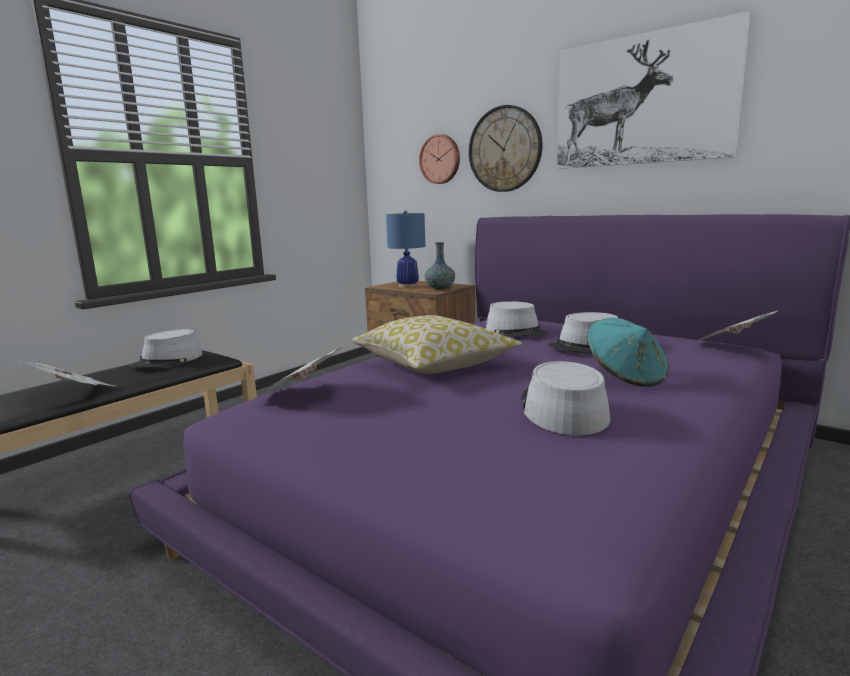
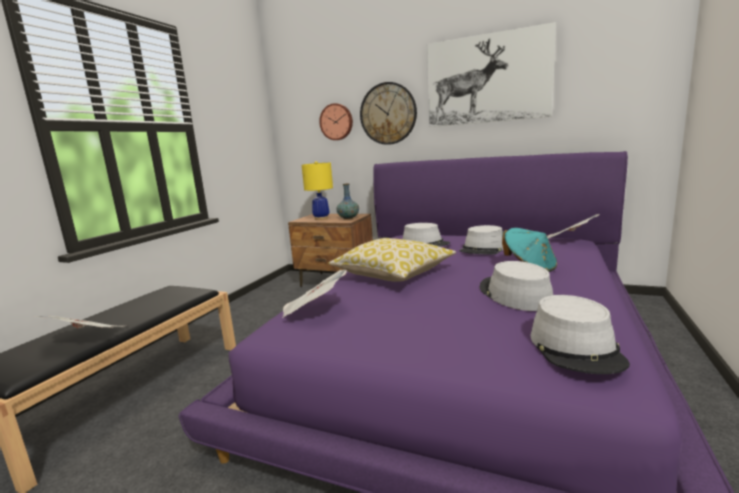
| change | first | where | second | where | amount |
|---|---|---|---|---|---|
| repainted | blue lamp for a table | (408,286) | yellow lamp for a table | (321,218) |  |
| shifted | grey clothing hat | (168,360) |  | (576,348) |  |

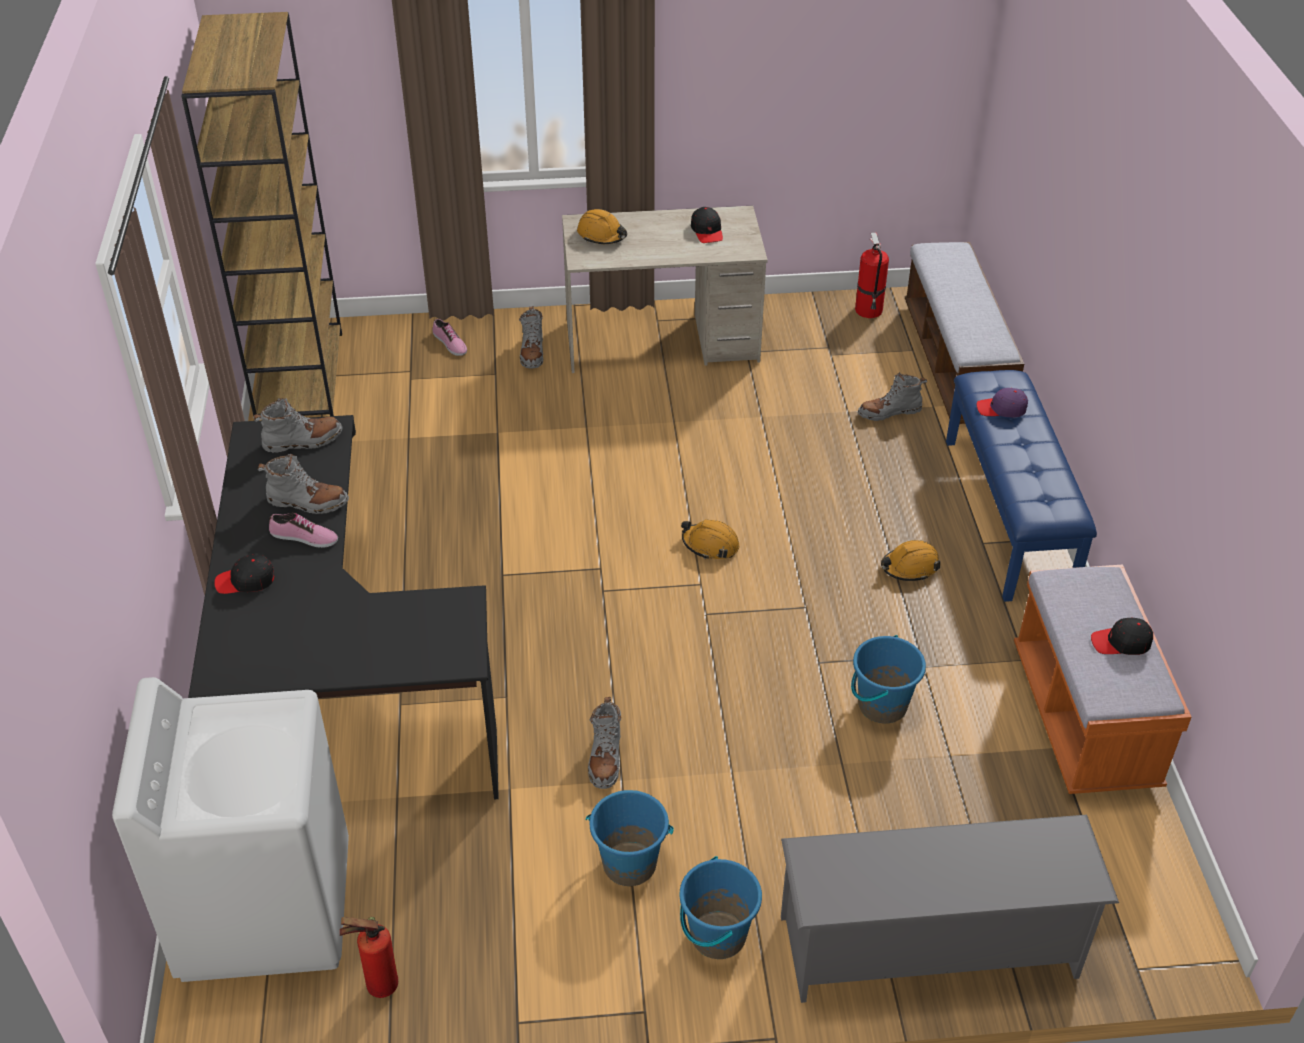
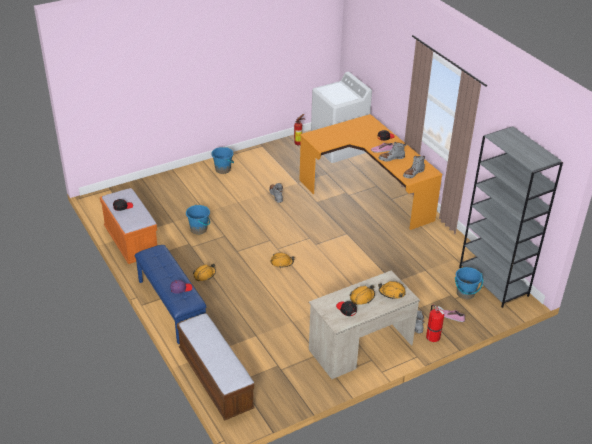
| change | first | where | second | where | amount |
|---|---|---|---|---|---|
| repainted | brown bookcase | (299,378) | grey bookcase | (494,282) |  |
| shifted | extinguisher | (869,311) |  | (432,336) |  |
| gone | grey high-top boot | (889,412) |  |  |  |
| repainted | blackish desk | (336,685) | orange desk | (368,192) |  |
| shifted | blue bucket | (629,864) |  | (465,293) |  |
| gone | grey shoe stand | (929,947) |  |  |  |
| new |  |  | orange work helmet | (362,297) |  |

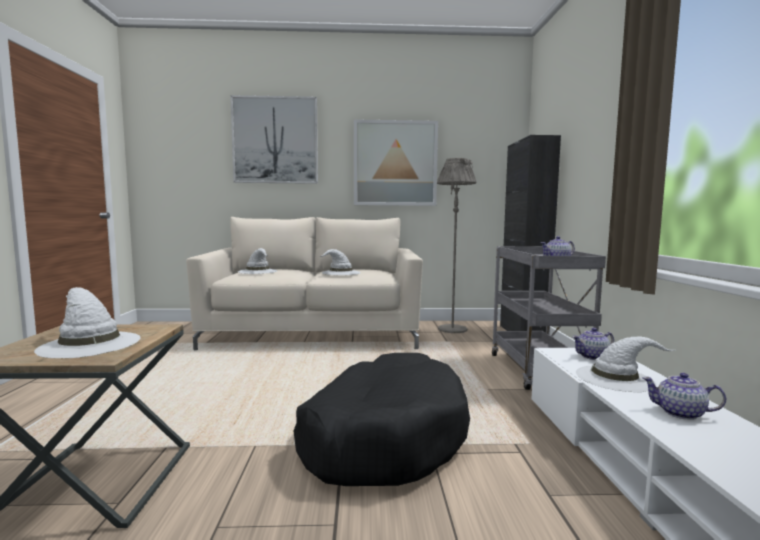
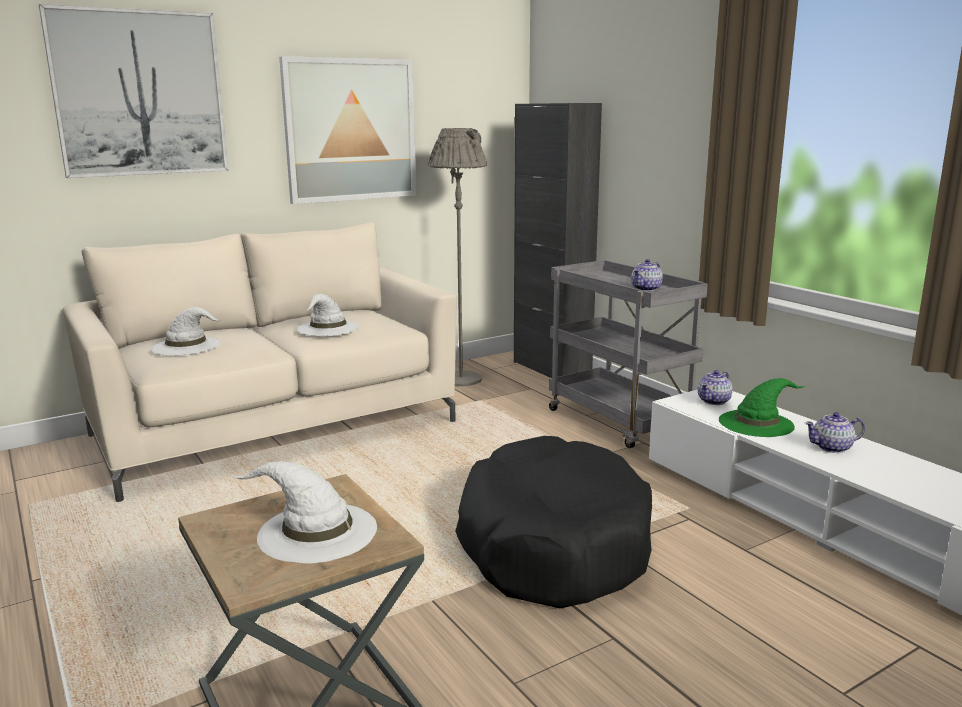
| change | first | where | second | where | amount |
|---|---|---|---|---|---|
| repainted | white clothing hat | (615,378) | greenish clothing hat | (757,423) |  |

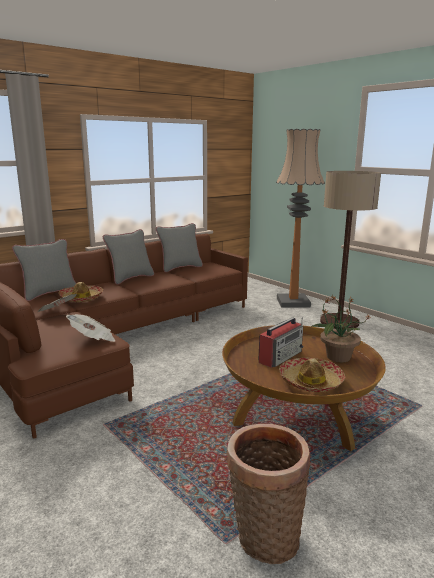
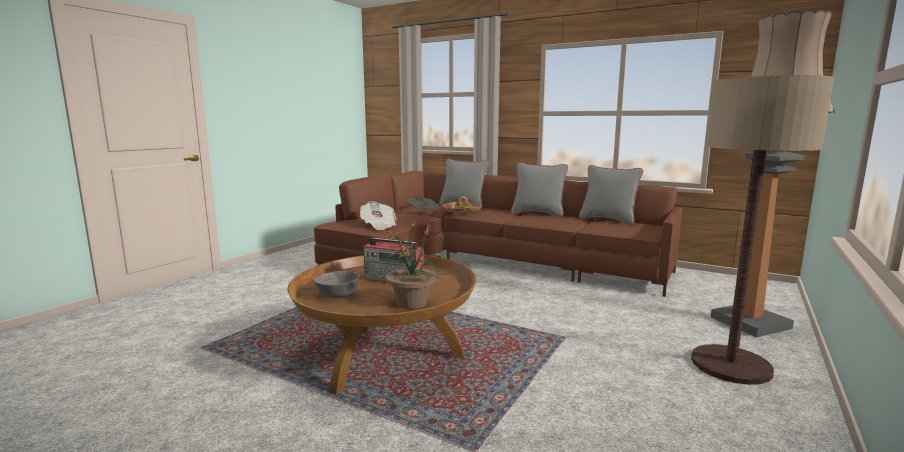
| change | first | where | second | where | amount |
|---|---|---|---|---|---|
| swapped | clothing hat | (310,382) | grey bowl | (338,294) |  |
| gone | basket | (264,538) |  |  |  |

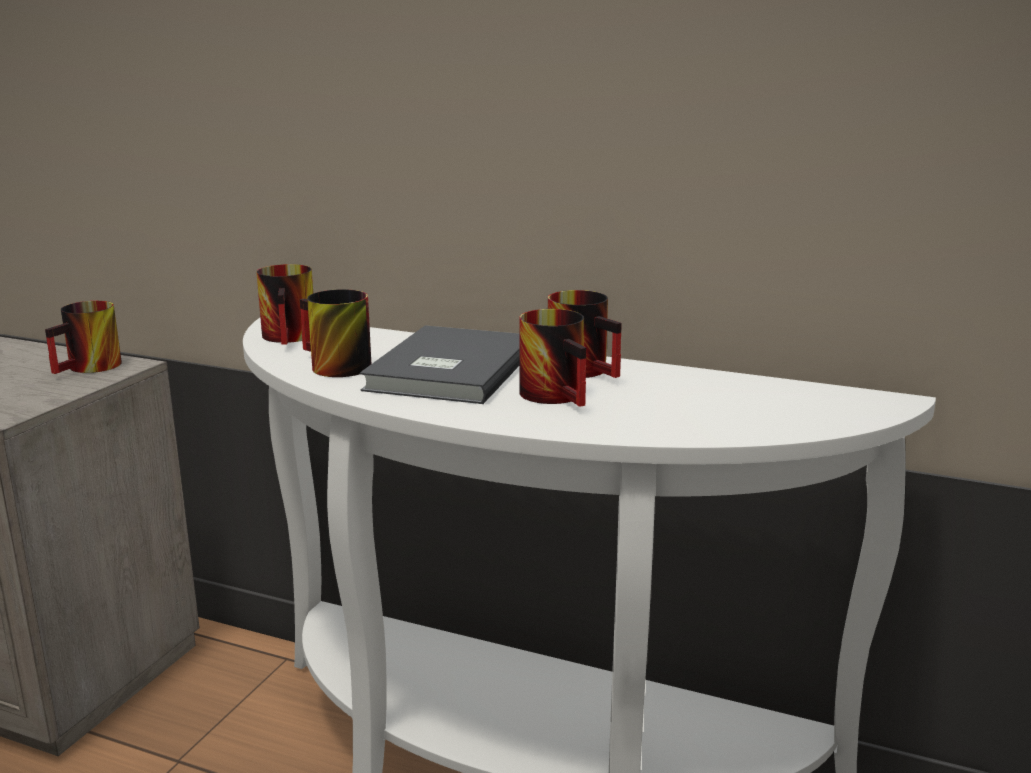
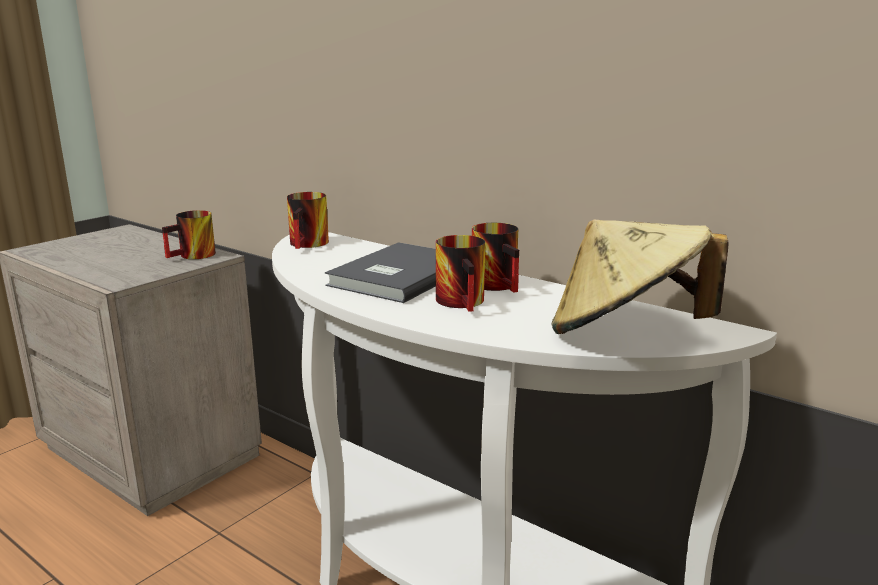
| change | first | where | second | where | amount |
|---|---|---|---|---|---|
| gone | tea mug | (330,366) |  |  |  |
| new |  |  | sand-coloured clothing hat | (625,332) |  |

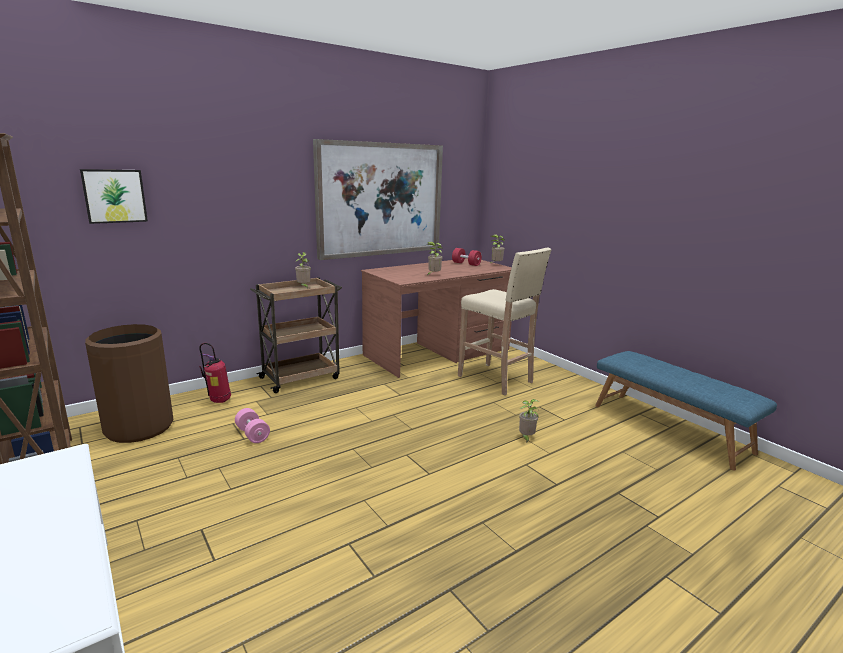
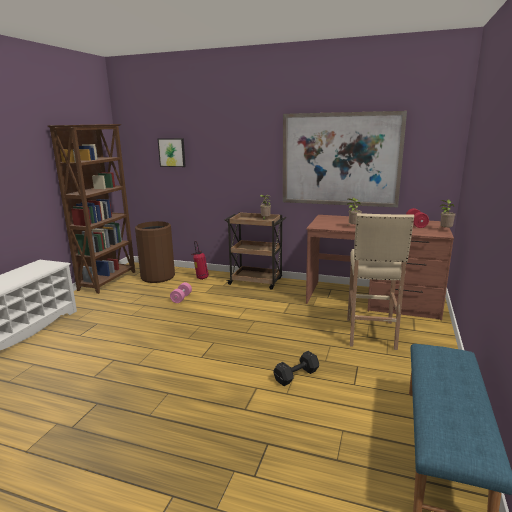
| change | first | where | second | where | amount |
|---|---|---|---|---|---|
| swapped | potted plant | (526,438) | blackish dumbbell | (295,376) |  |

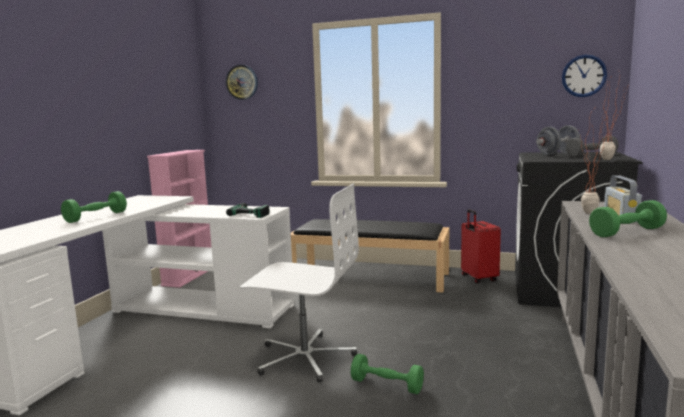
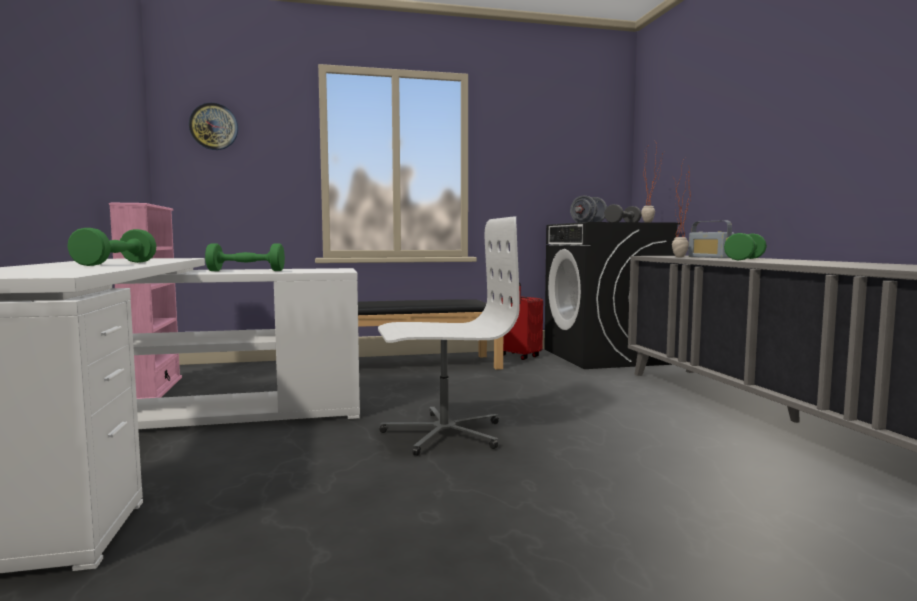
| change | first | where | second | where | amount |
|---|---|---|---|---|---|
| gone | wall clock | (583,76) |  |  |  |
| gone | drill | (253,212) |  |  |  |
| shifted | greenish dumbbell | (387,385) |  | (246,271) |  |

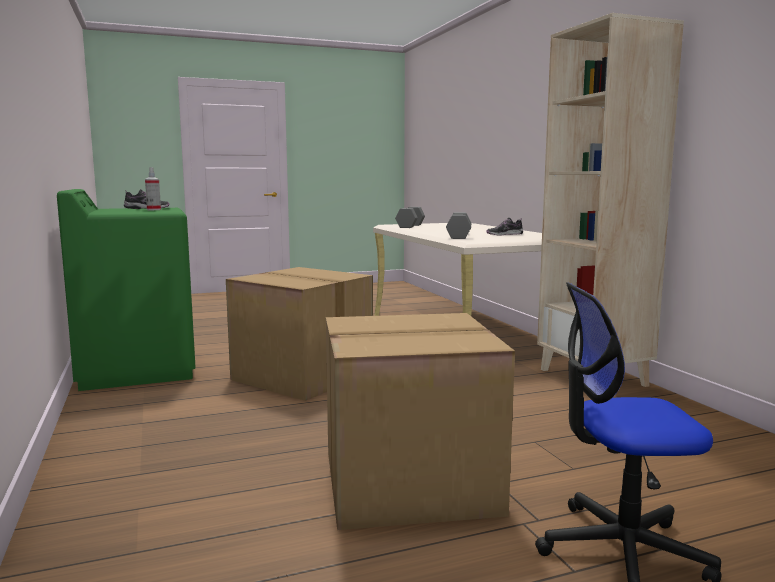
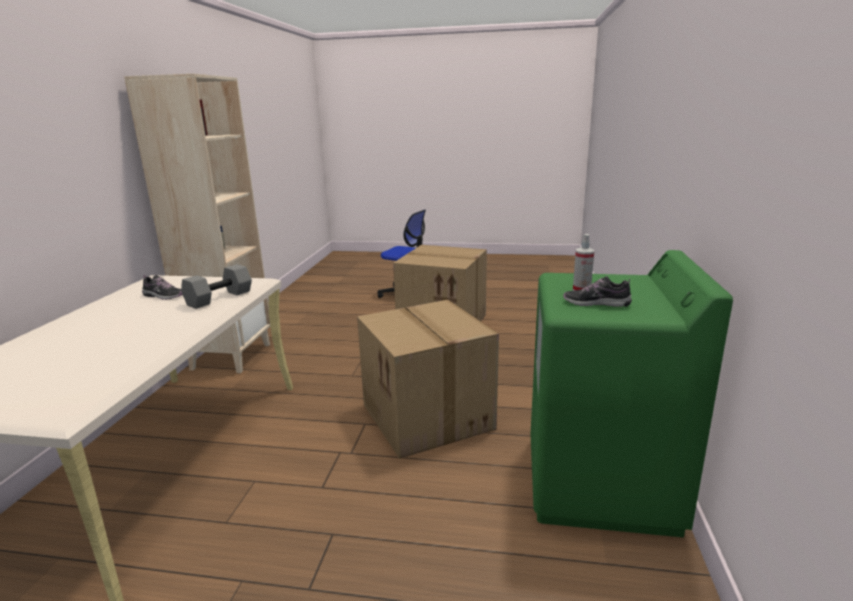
| change | first | where | second | where | amount |
|---|---|---|---|---|---|
| gone | grey dumbbell | (411,226) |  |  |  |

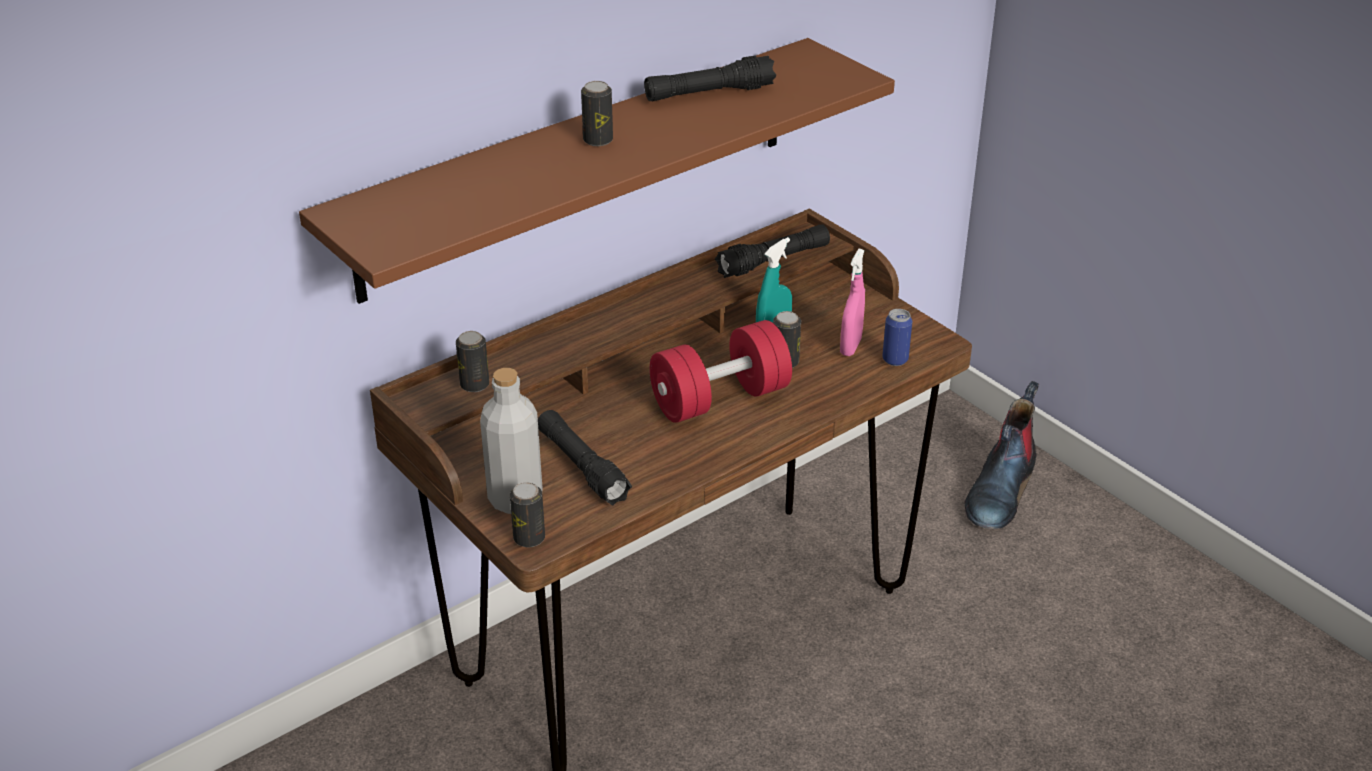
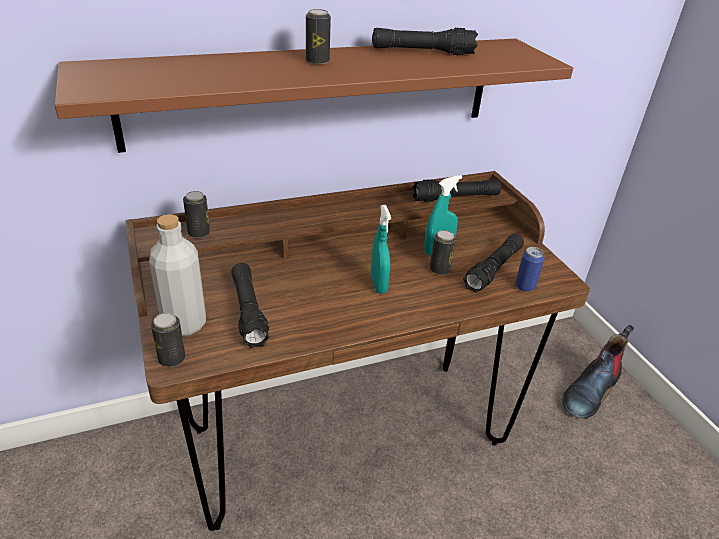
| change | first | where | second | where | amount |
|---|---|---|---|---|---|
| swapped | pink-coloured sprayer | (850,347) | blackish hand torch | (493,269) |  |
| swapped | red dumbbell | (720,399) | turquoise-coloured sprayer | (378,285) |  |

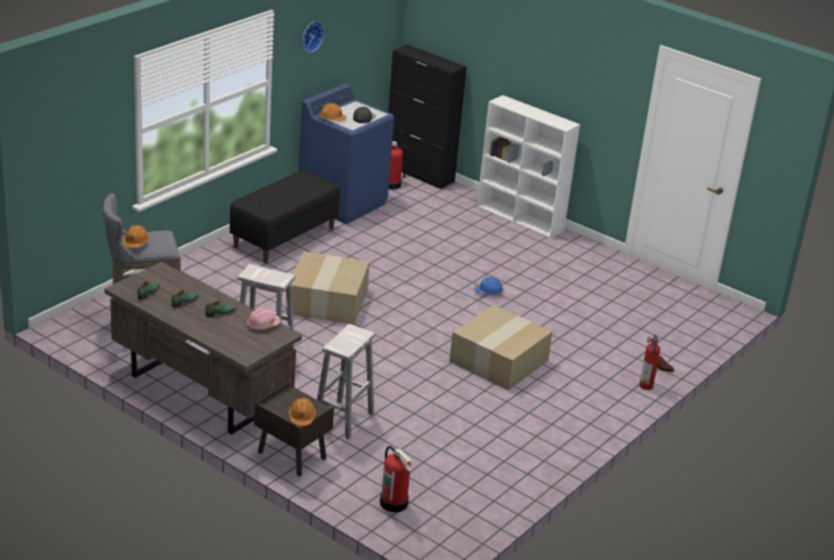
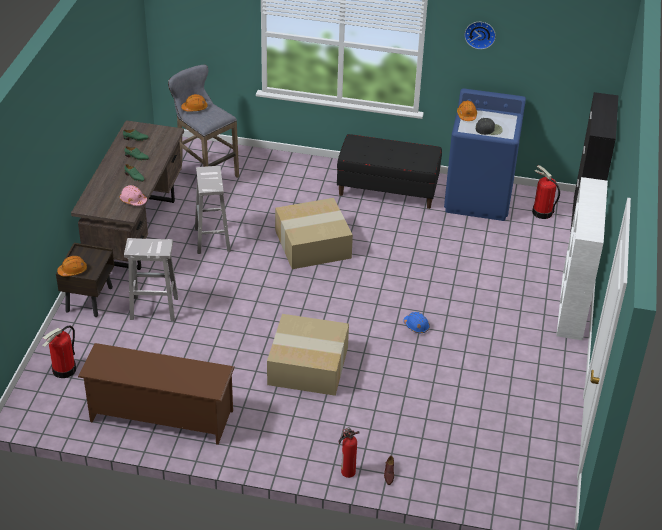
| change | first | where | second | where | amount |
|---|---|---|---|---|---|
| new |  |  | brown shoe stand | (160,416) |  |

